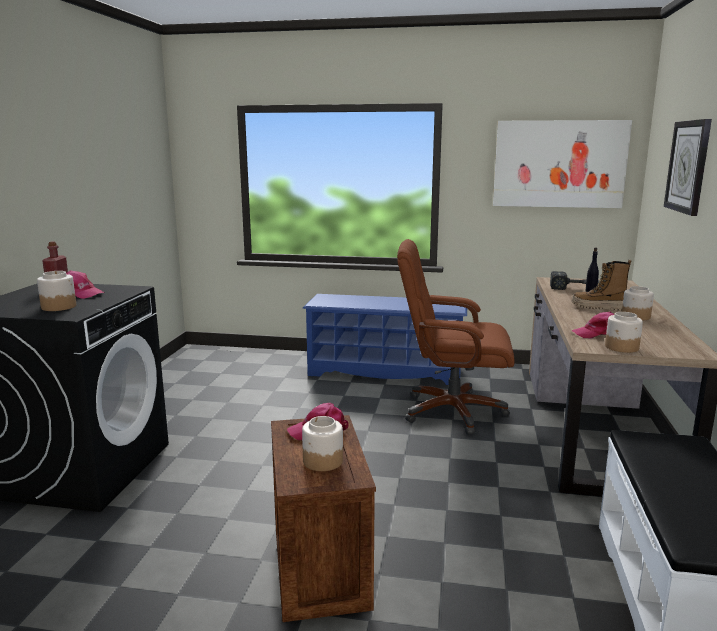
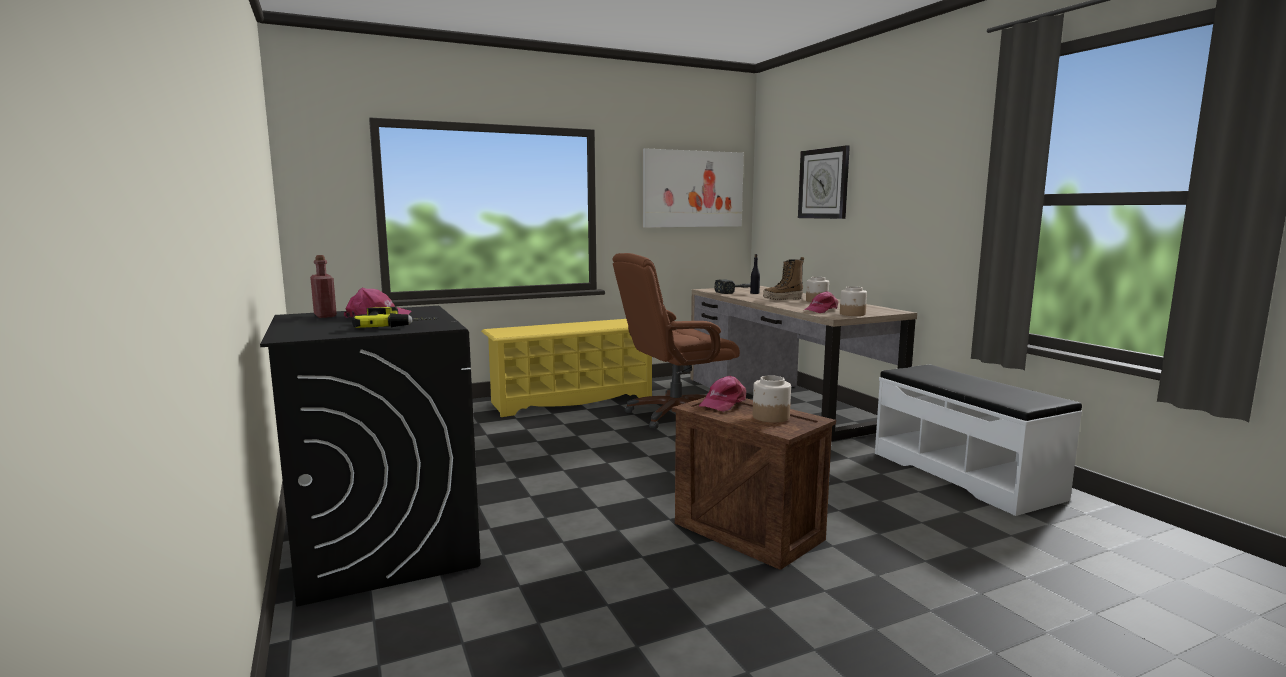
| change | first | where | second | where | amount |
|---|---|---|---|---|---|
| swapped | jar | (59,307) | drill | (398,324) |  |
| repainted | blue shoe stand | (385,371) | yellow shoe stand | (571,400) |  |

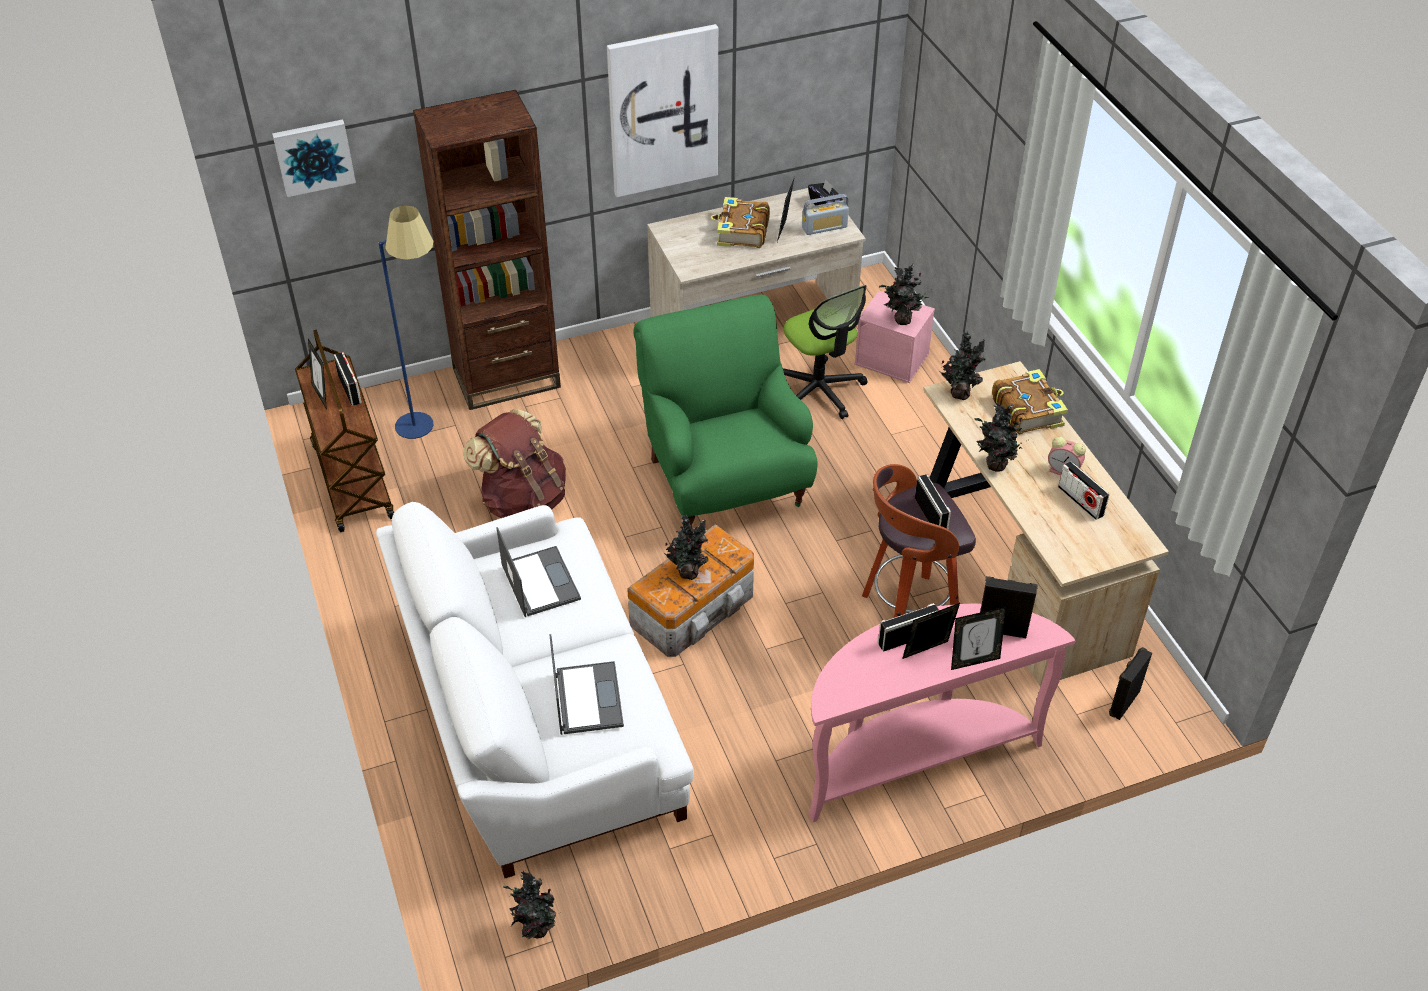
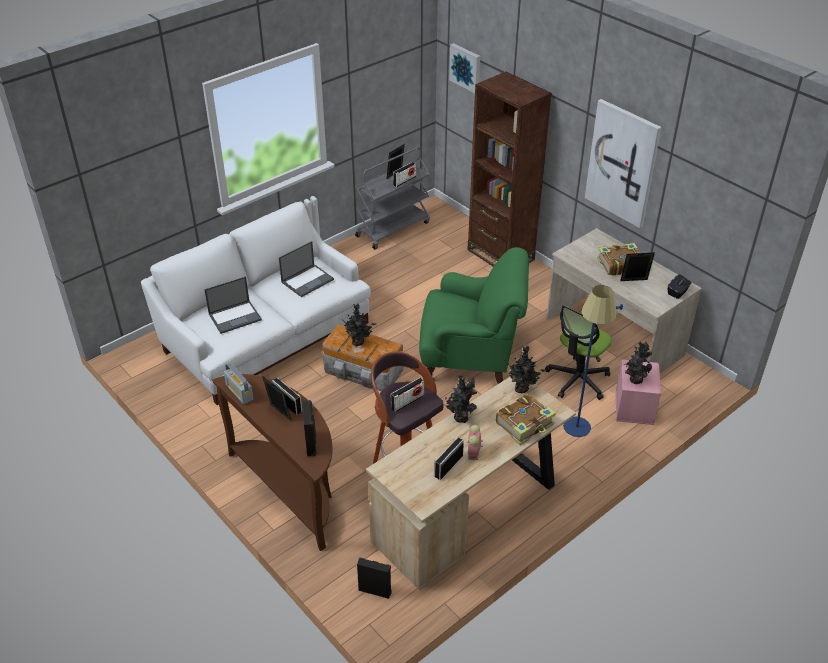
| change | first | where | second | where | amount |
|---|---|---|---|---|---|
| shifted | radio receiver | (824,227) |  | (239,392) |  |
| shifted | blue standard lamp | (430,430) |  | (578,436) |  |
| rotated | greenish armchair | (724,481) |  | (471,358) | 45 degrees clockwise |
| repainted | brown wheeled cart | (352,480) | grey wheeled cart | (393,229) |  |
| gone | brown rucksack | (523,499) |  |  |  |
| repainted | pink-coloured narrow table | (914,756) | brown narrow table | (291,490) |  |
| gone | standing frame | (974,661) |  |  |  |
| gone | potted plant | (535,928) |  |  |  |

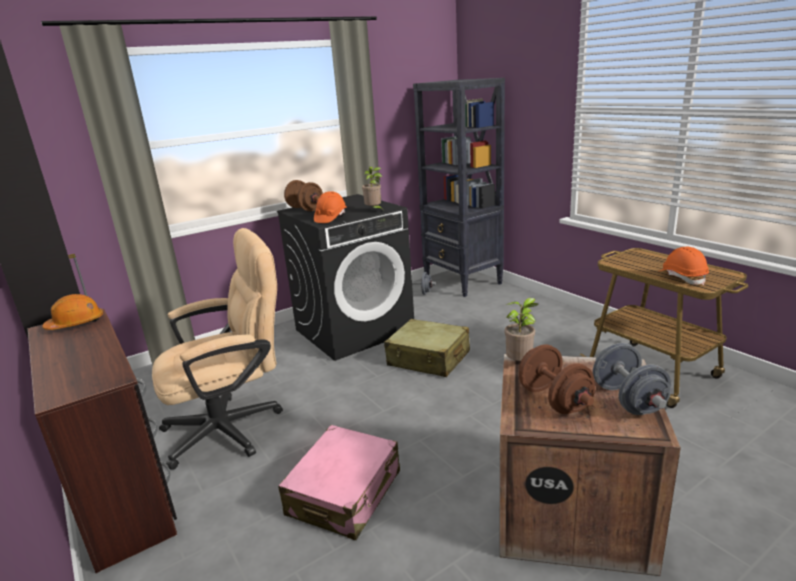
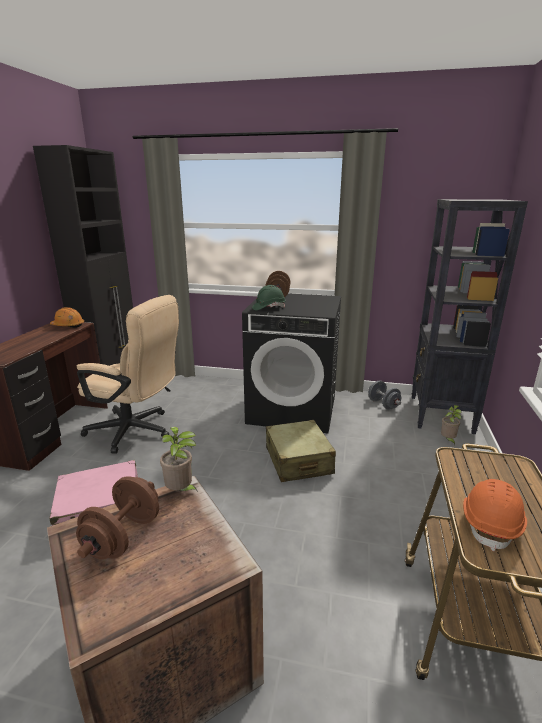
| change | first | where | second | where | amount |
|---|---|---|---|---|---|
| shifted | potted plant | (374,210) |  | (448,440) |  |
| repainted | orange work helmet | (330,218) | greenish work helmet | (268,308) |  |
| gone | grey dumbbell | (628,400) |  |  |  |

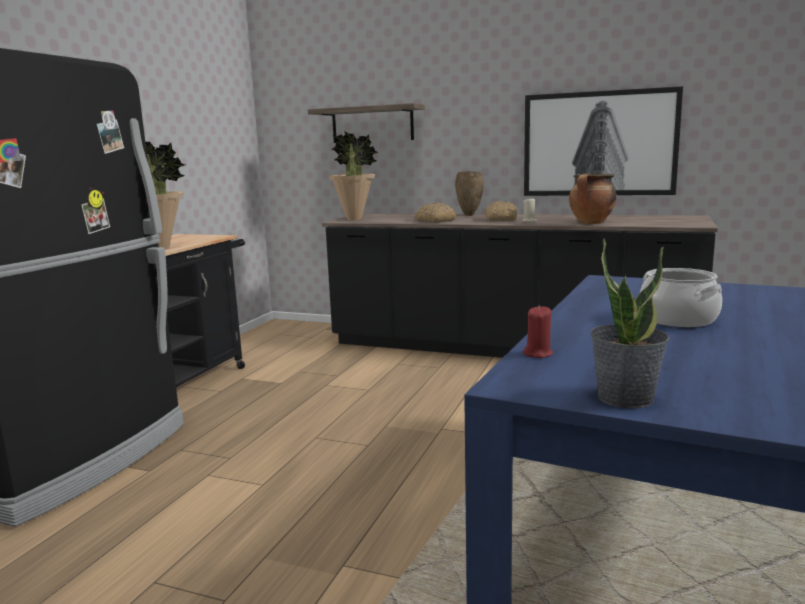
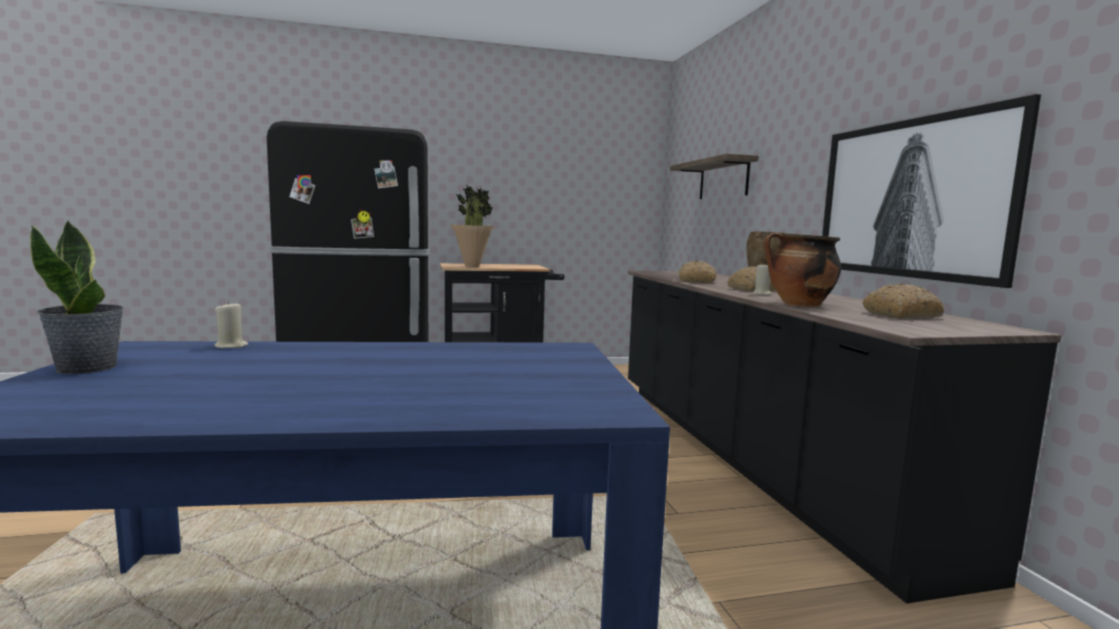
| change | first | where | second | where | amount |
|---|---|---|---|---|---|
| gone | potted plant | (354,219) |  |  |  |
| gone | stockpot | (678,319) |  |  |  |
| repainted | red wax light | (538,353) | sand-coloured wax light | (231,346) |  |
| new |  |  | baked bread | (901,315) |  |

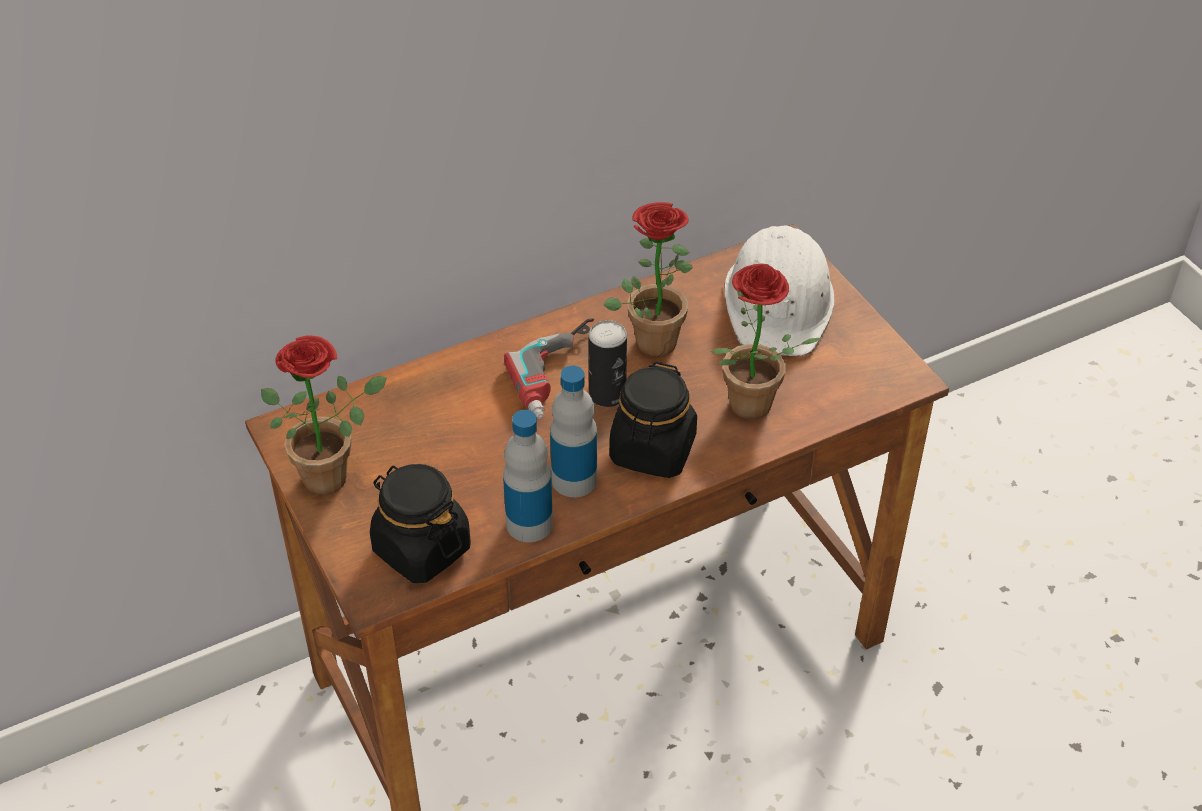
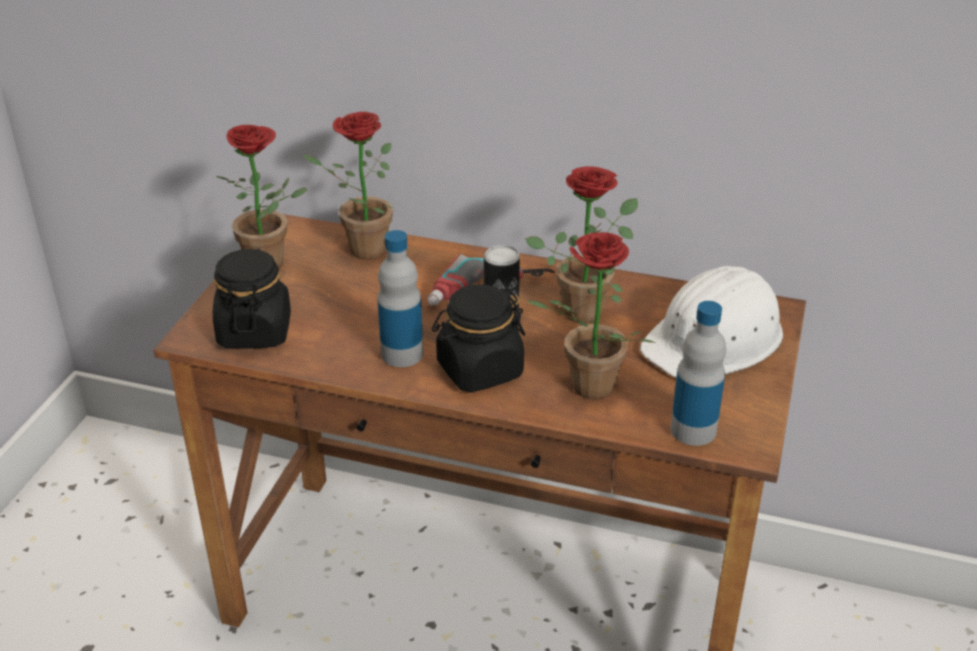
| change | first | where | second | where | amount |
|---|---|---|---|---|---|
| shifted | bottle | (529,524) |  | (693,430) |  |
| new |  |  | potted plant | (360,250) |  |

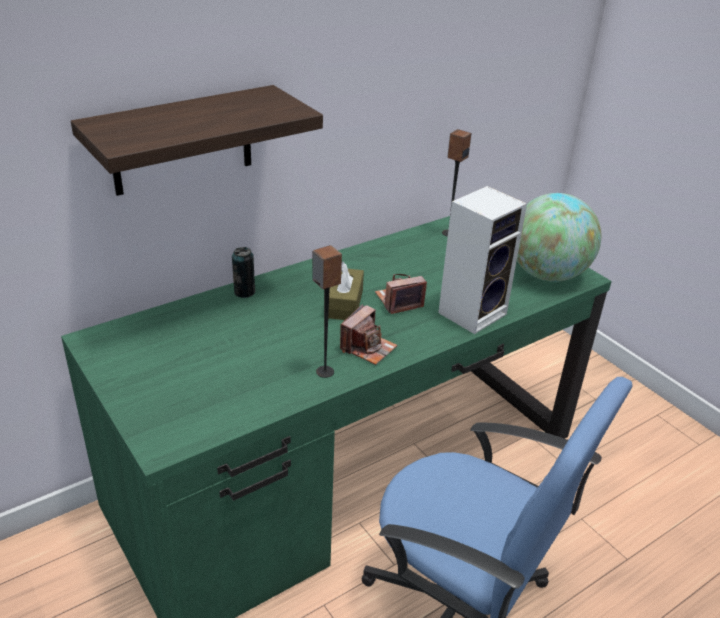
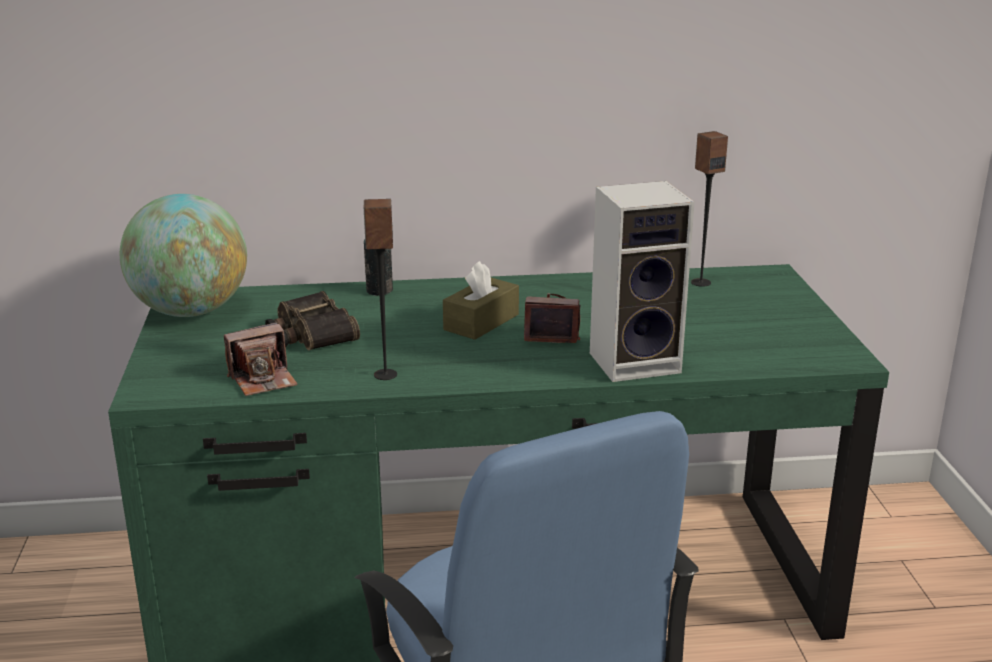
| change | first | where | second | where | amount |
|---|---|---|---|---|---|
| gone | bracket shelf | (182,141) |  |  |  |
| shifted | globe | (547,274) |  | (191,311) |  |
| shifted | still camera | (368,348) |  | (263,380) |  |
| new |  |  | pair of binoculars | (310,334) |  |

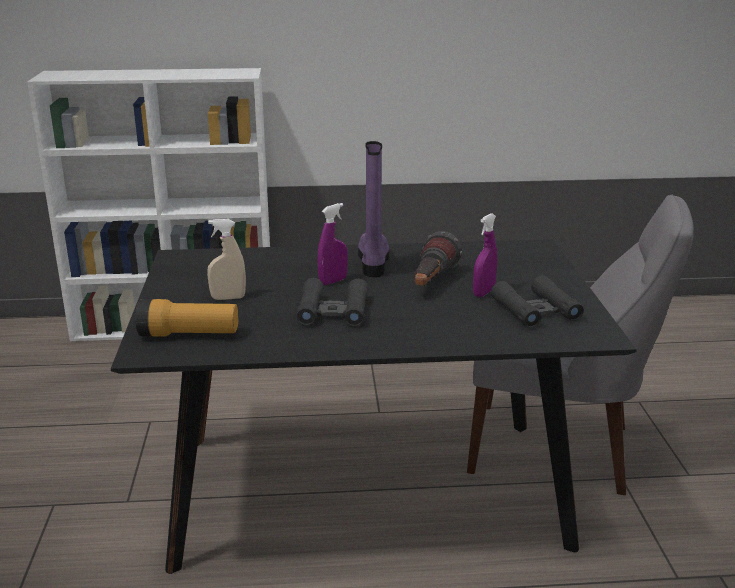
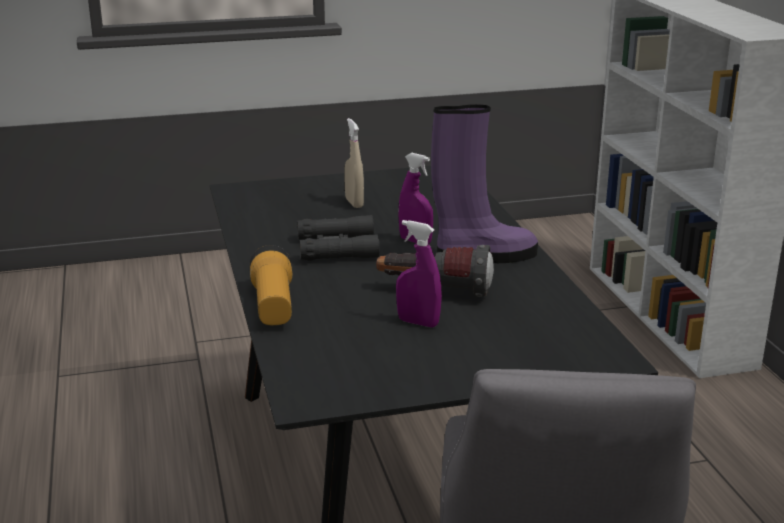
| change | first | where | second | where | amount |
|---|---|---|---|---|---|
| gone | blackish pair of binoculars | (535,310) |  |  |  |
| shifted | hand torch | (189,334) |  | (273,305) |  |

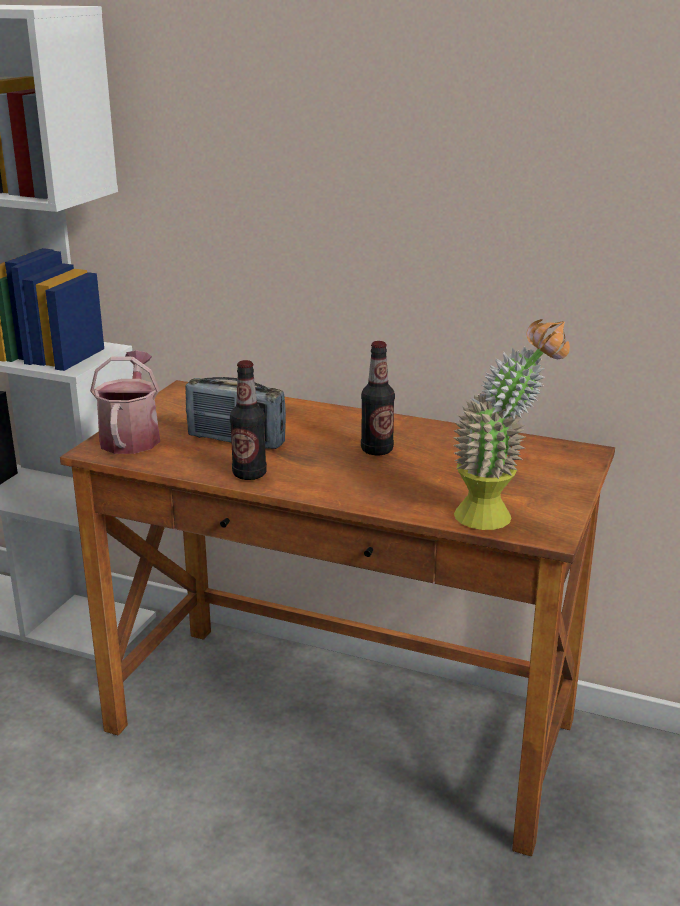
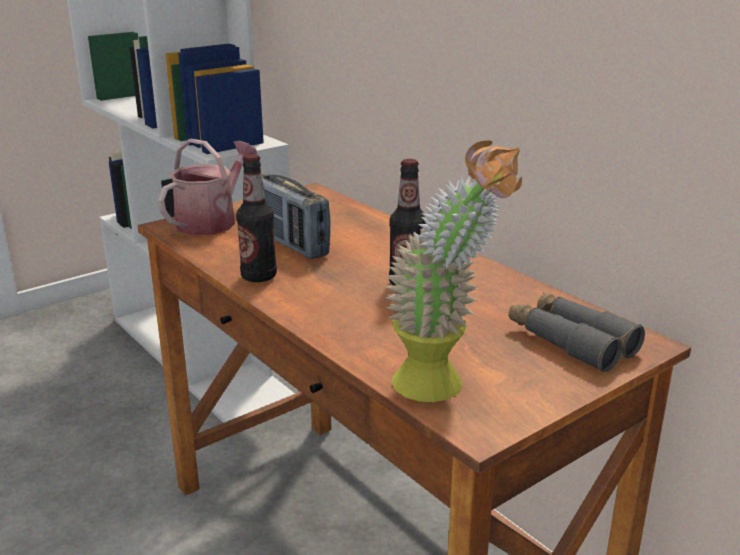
| change | first | where | second | where | amount |
|---|---|---|---|---|---|
| new |  |  | grey pair of binoculars | (571,341) |  |

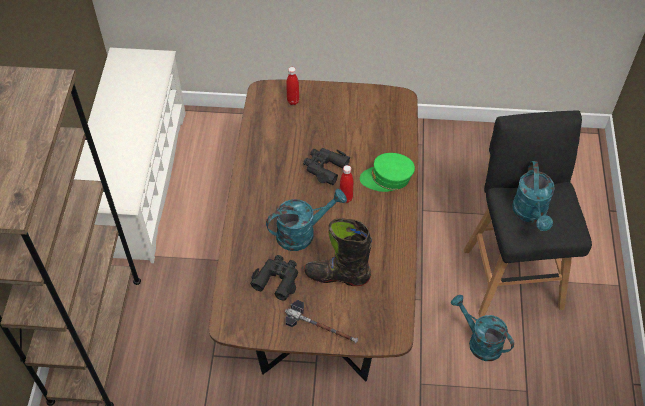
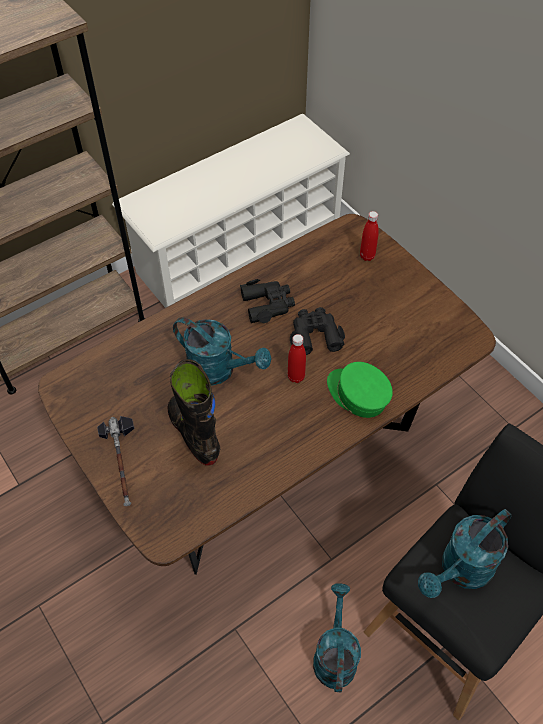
| change | first | where | second | where | amount |
|---|---|---|---|---|---|
| shifted | blackish pair of binoculars | (277,279) |  | (268,304) |  |

